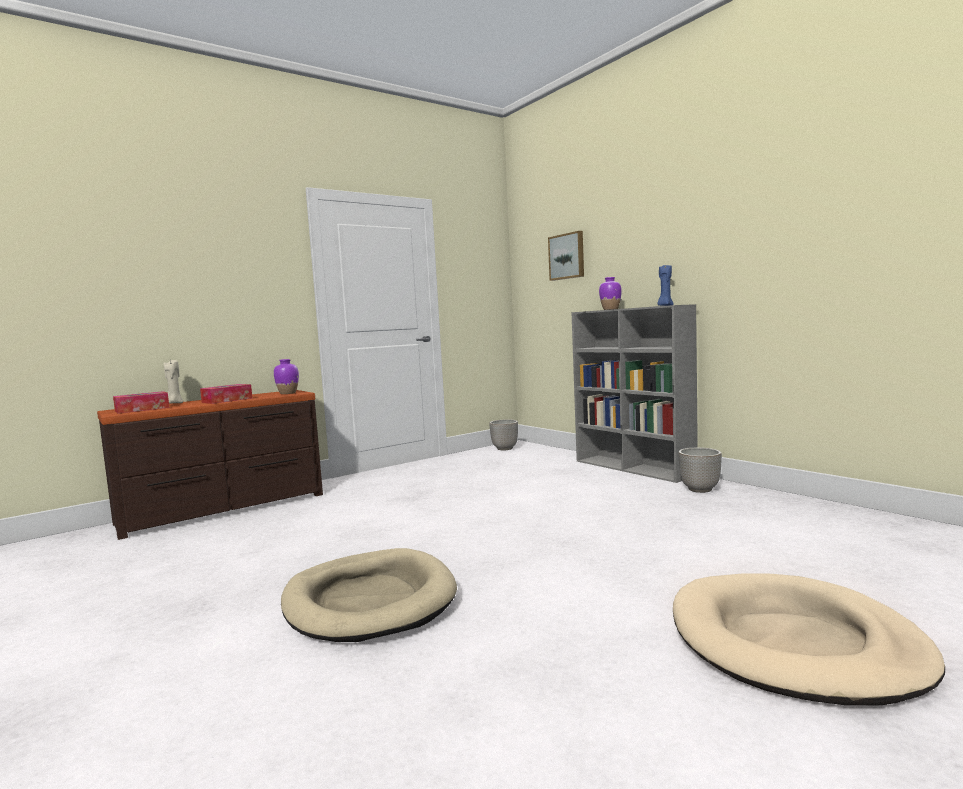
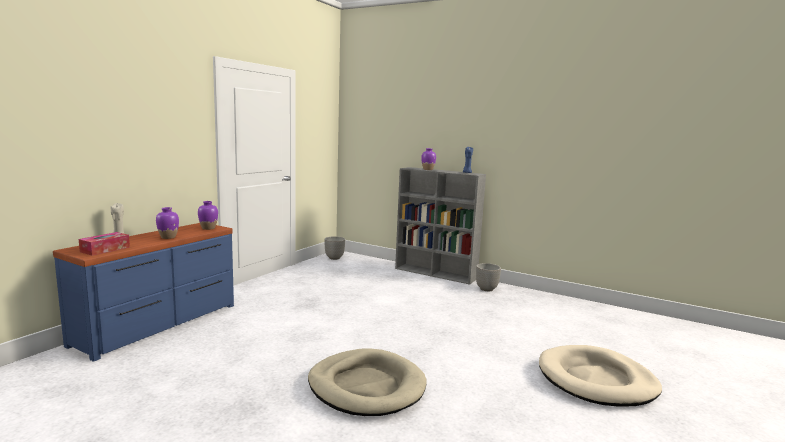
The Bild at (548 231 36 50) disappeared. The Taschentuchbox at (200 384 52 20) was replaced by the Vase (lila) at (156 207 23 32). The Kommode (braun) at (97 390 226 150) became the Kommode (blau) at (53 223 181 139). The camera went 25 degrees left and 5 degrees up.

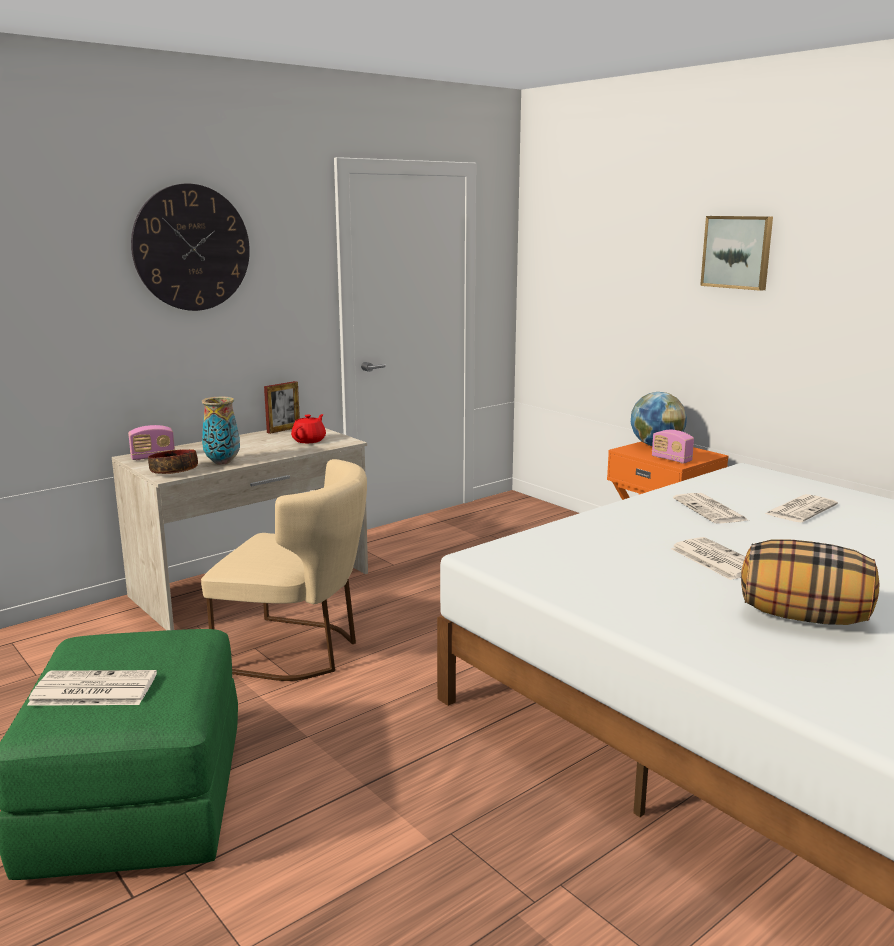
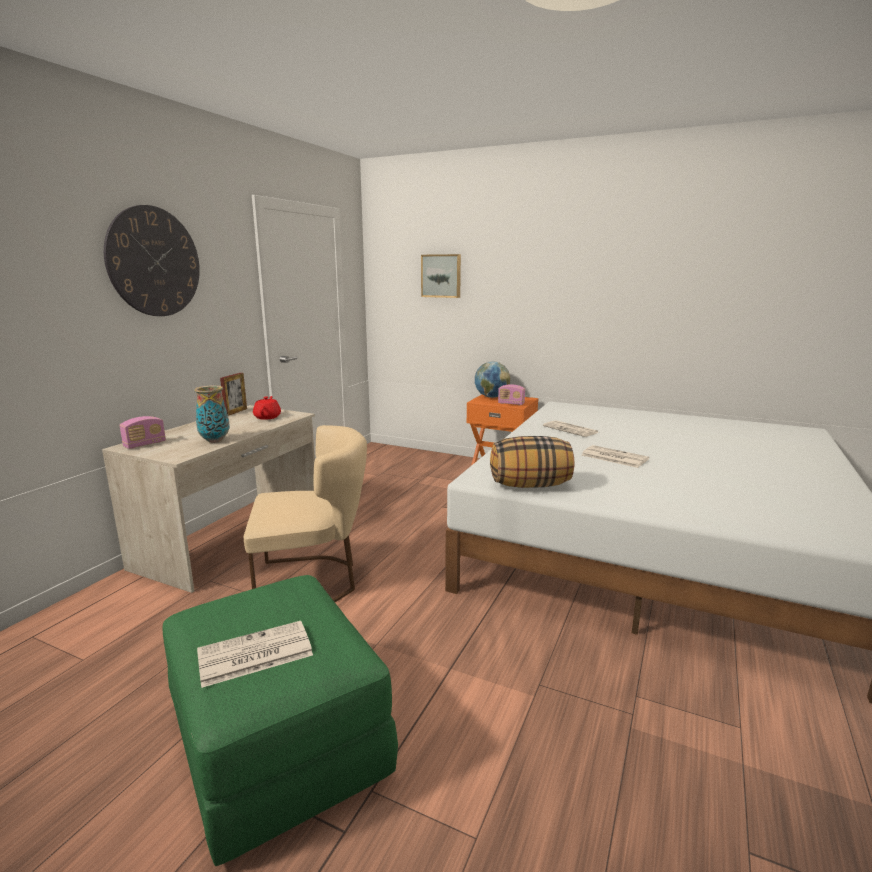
The Schüssel at (148 449 50 25) disappeared. The Zeitung at (765 494 73 28) disappeared. The Bild moved from (700 216 73 75) to (421 254 40 44). The Kissen moved from (741 540 138 85) to (490 436 84 52). The camera went 25 degrees left and 0 degrees up.

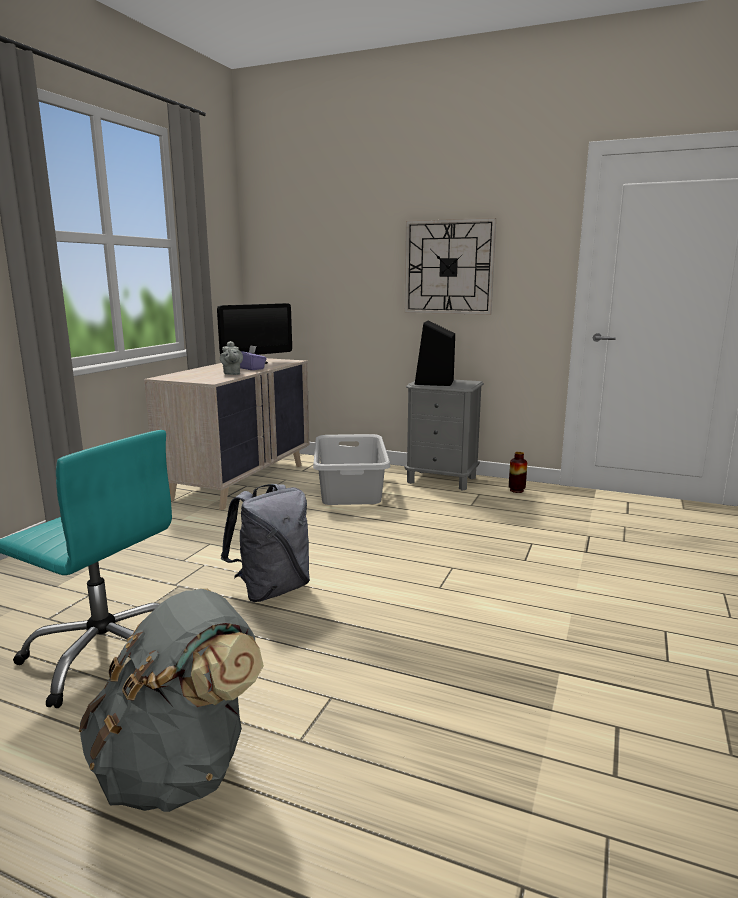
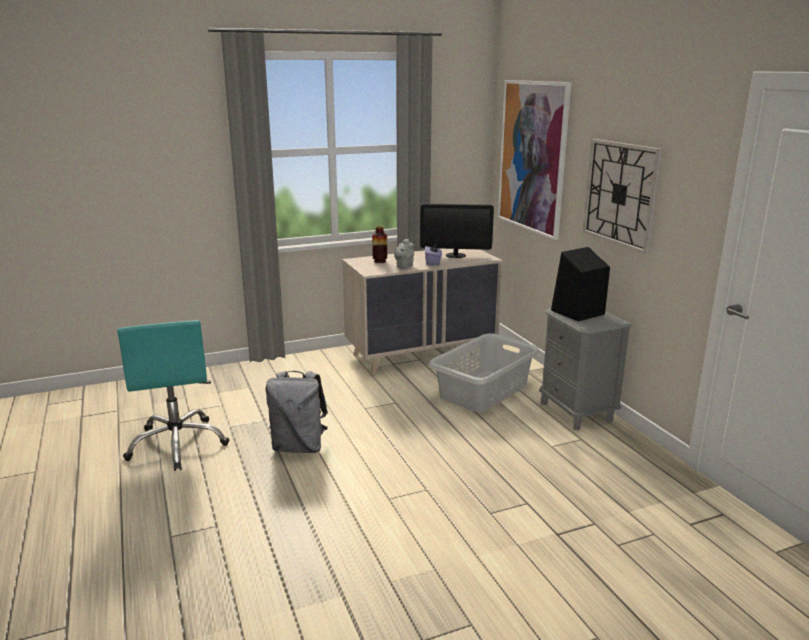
The Rucksack (grau) at (79 588 185 224) disappeared. The Bild at (498 80 73 160) appeared. The Vase moved from (509 452 18 41) to (372 226 15 37). The camera went 45 degrees right and 5 degrees up.

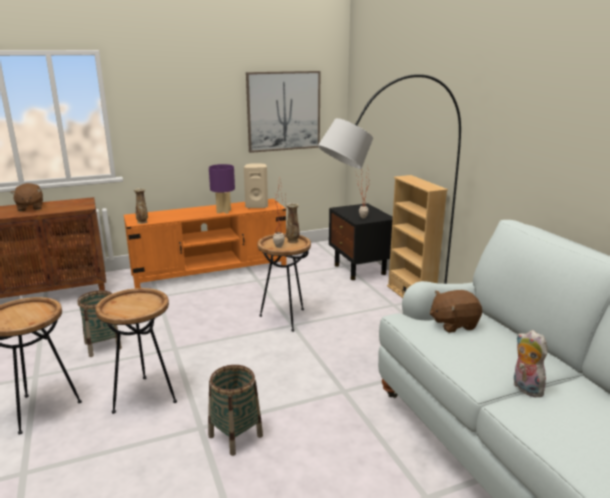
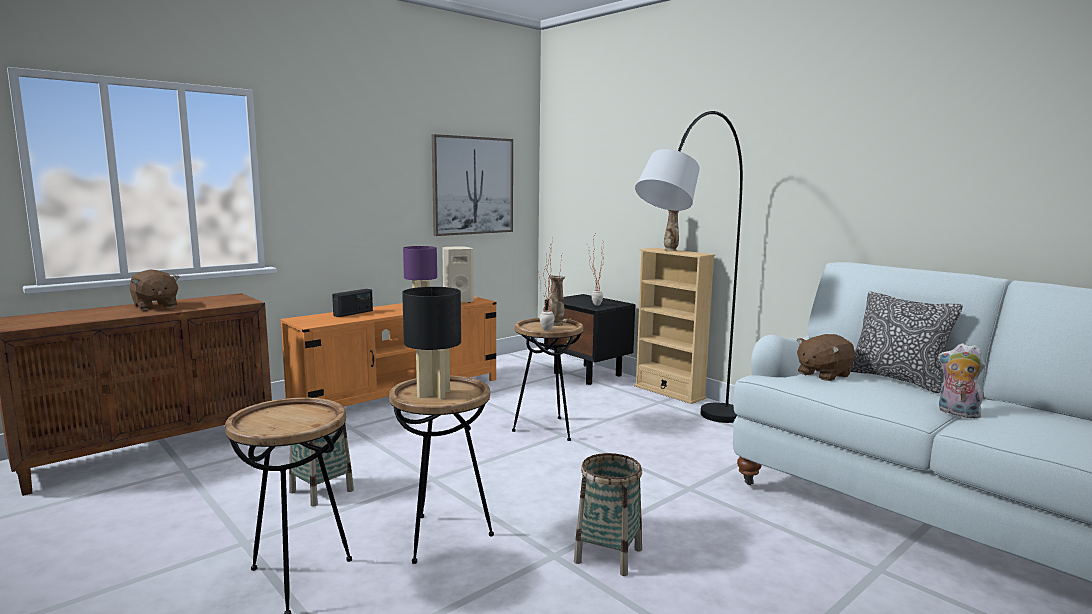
The Radio at (332 289 41 28) appeared. The Tischlampe (schwarz) at (402 287 59 112) appeared. The Kissen at (850 291 113 102) appeared. The Vase moved from (134 188 14 36) to (664 210 15 41). The camera went 20 degrees left and 10 degrees down.

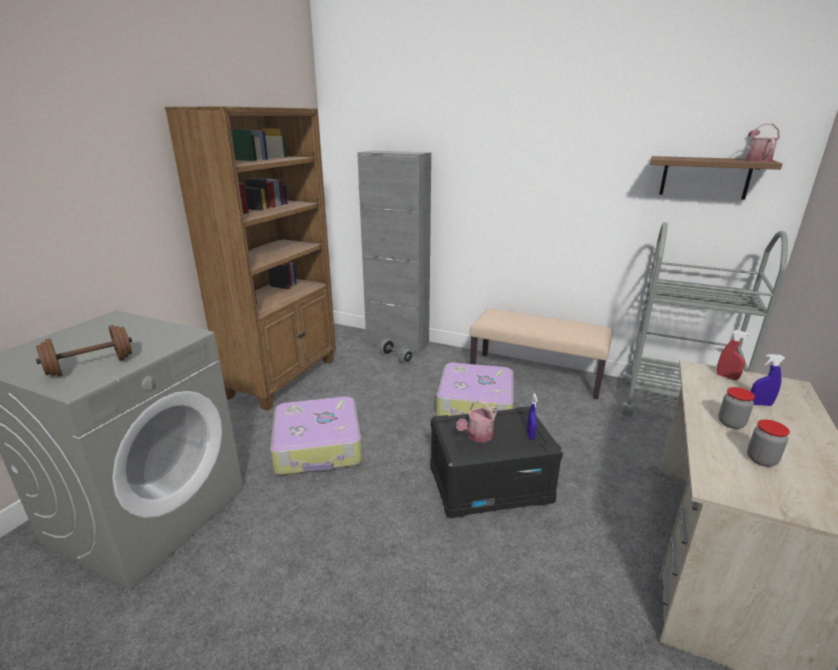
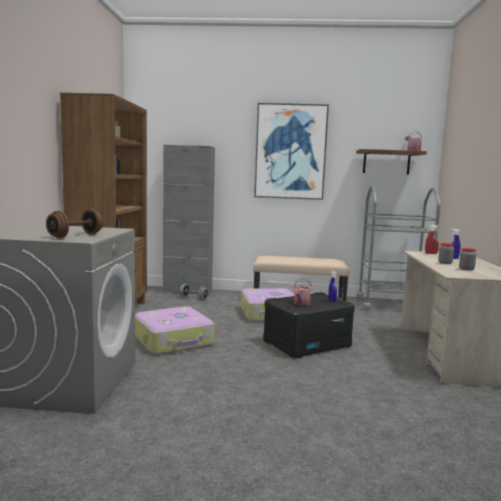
The Bild at (254 103 75 97) appeared. The camera went 20 degrees left and 15 degrees down.

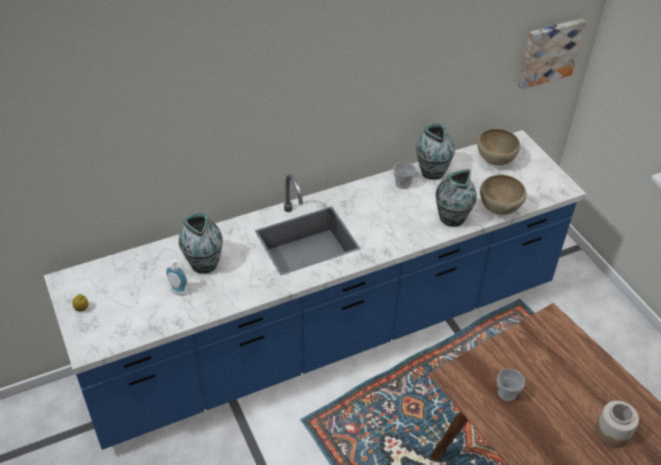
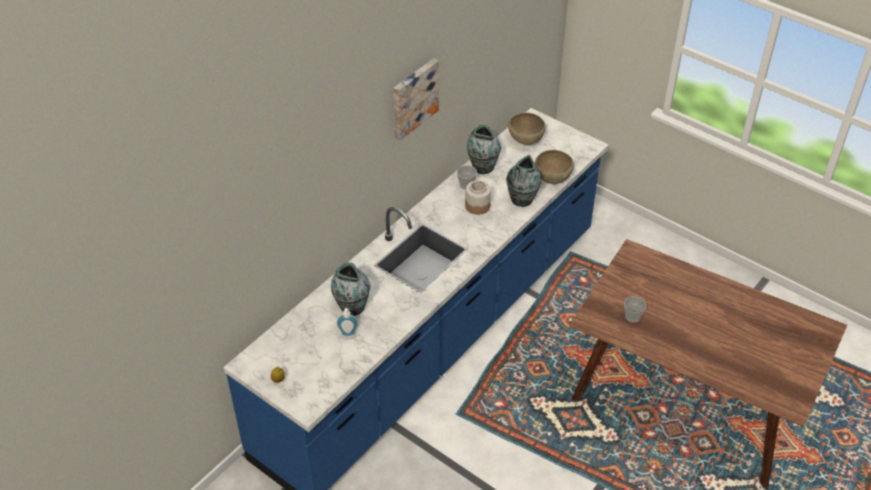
The Bild moved from (518 18 68 71) to (393 58 46 82). The Vorratsglas moved from (595 401 44 47) to (465 181 26 34). The camera went 25 degrees left and 0 degrees up.

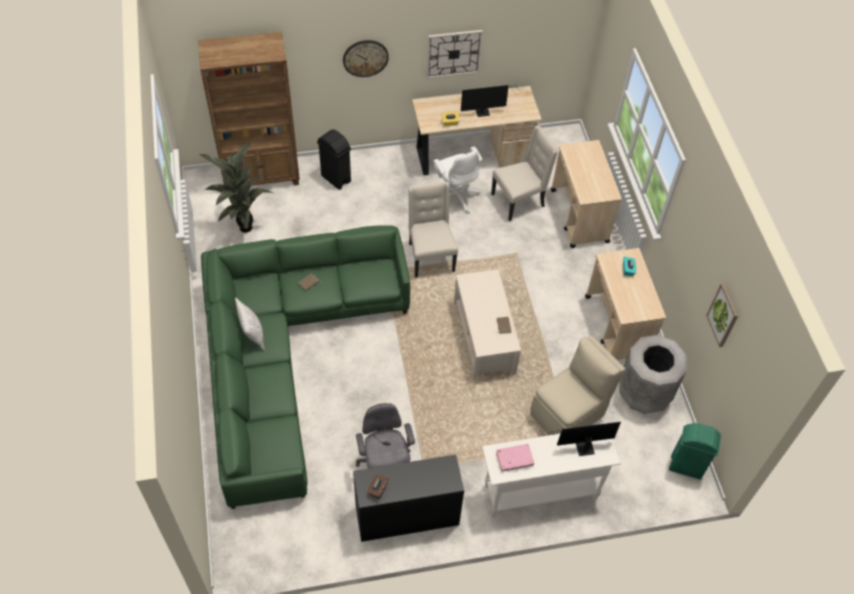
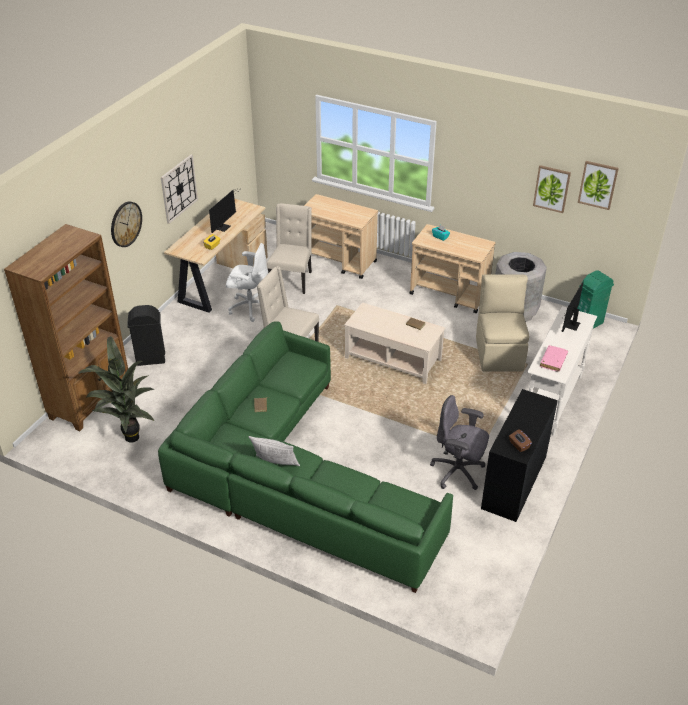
The Bild at (578 161 41 49) appeared. The camera went 50 degrees left and 15 degrees down.

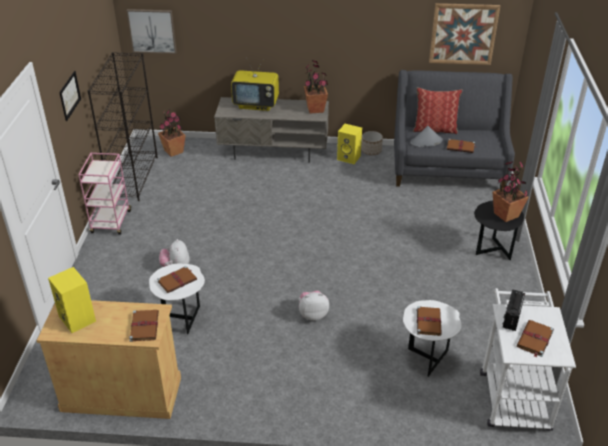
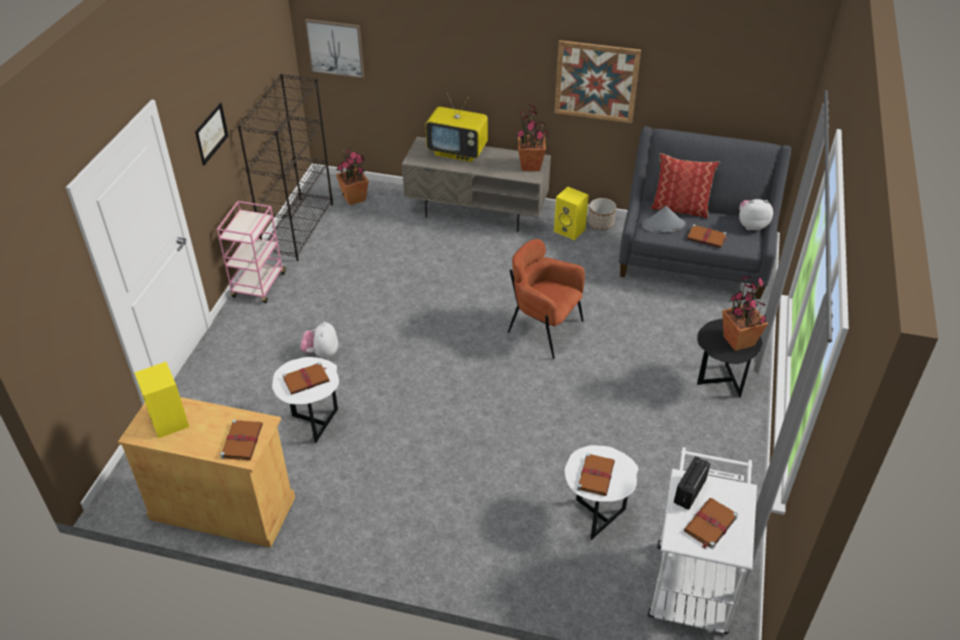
The Sessel (braun) at (508 239 77 120) appeared. The Plüschtier moved from (299 291 30 30) to (739 199 34 31). The Bild moved from (429 3 71 62) to (554 40 87 83). The camera went 10 degrees right and 5 degrees up.

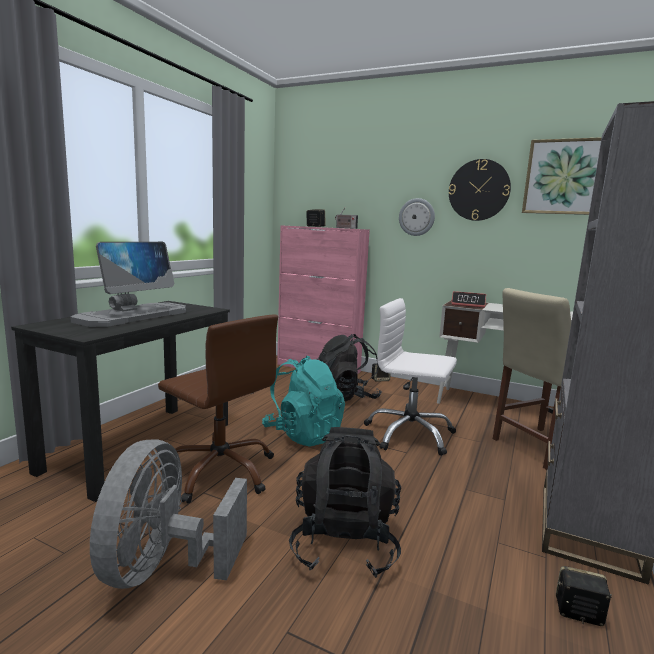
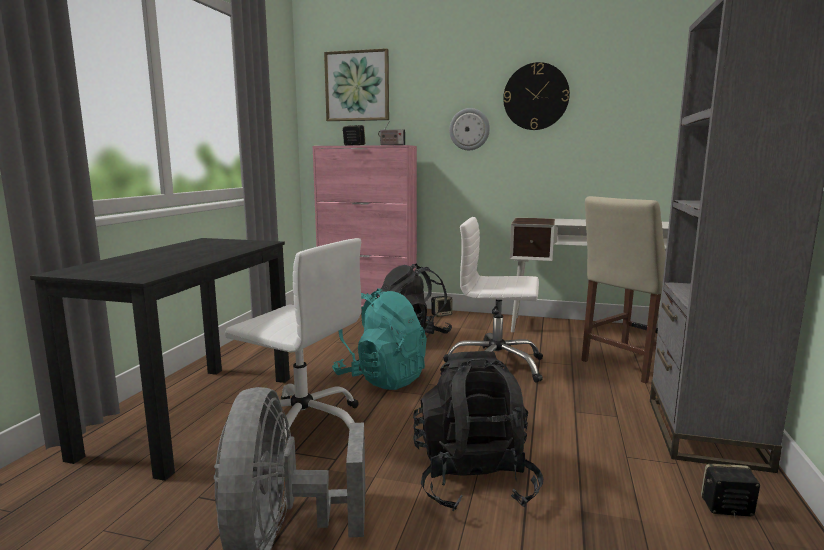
The Monitor at (70 242 116 85) disappeared. The Wecker at (451 291 35 17) disappeared. The Bild moved from (522 137 80 78) to (324 48 65 73). The Bürostuhl (braun) at (158 314 120 190) became the Bürostuhl (weiß) at (225 238 140 205). The camera went 10 degrees left and 0 degrees up.

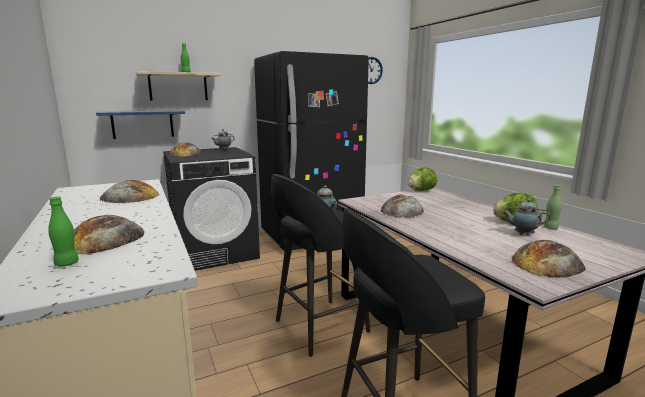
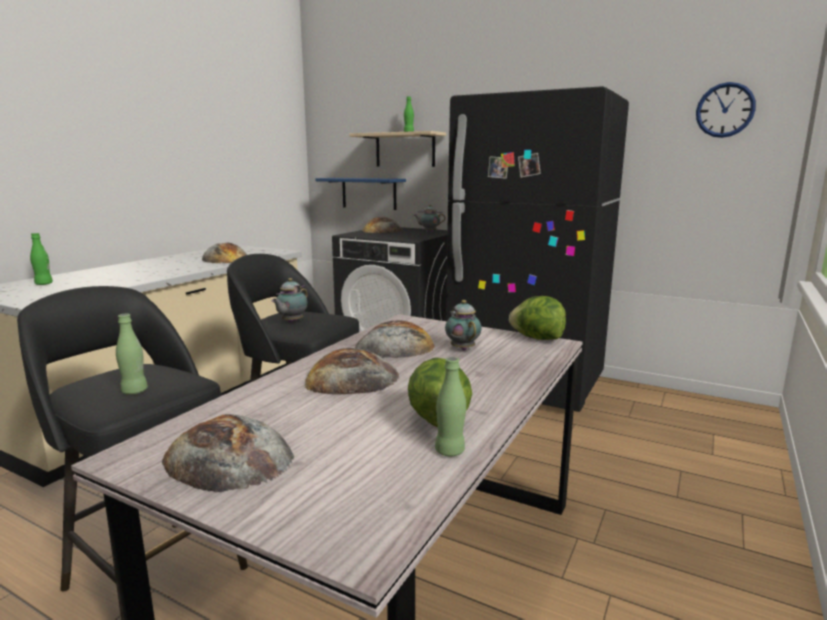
The Flasche (grün) at (116 314 32 81) appeared. The Brot moved from (74 215 70 39) to (305 348 94 47). The Teekanne moved from (502 199 49 36) to (445 300 37 51). The camera went 55 degrees right and 0 degrees up.

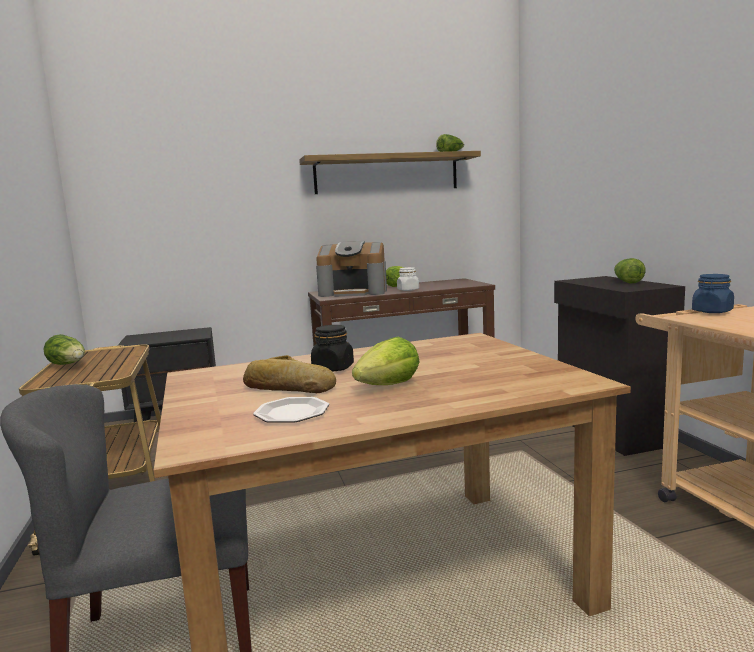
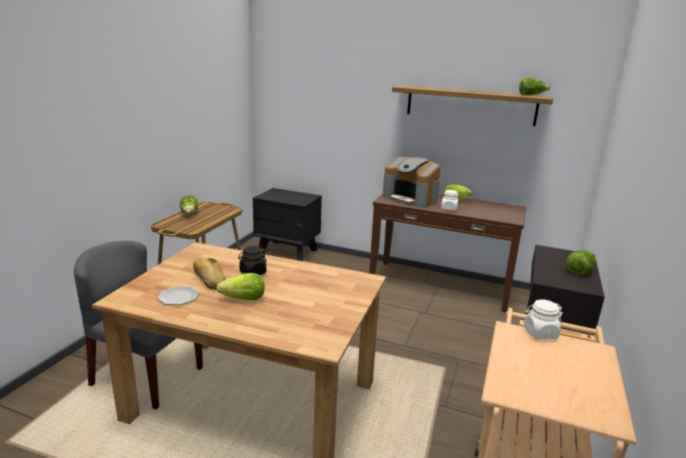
The Vorratsglas (blau) at (692 274 42 39) became the Vorratsglas (weiß) at (524 299 39 40). The camera went 35 degrees right and 10 degrees up.

